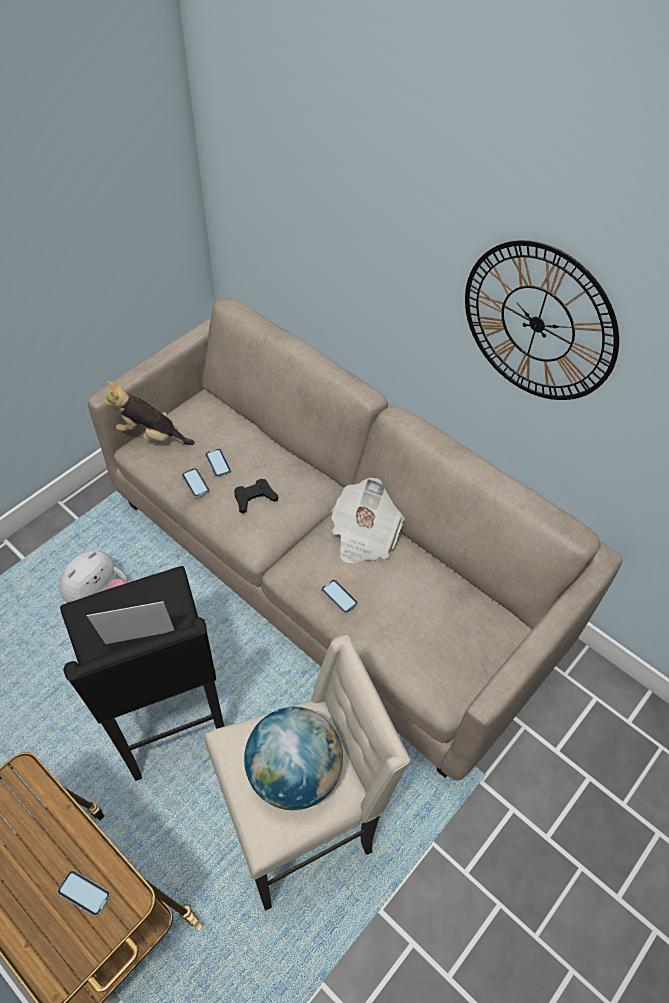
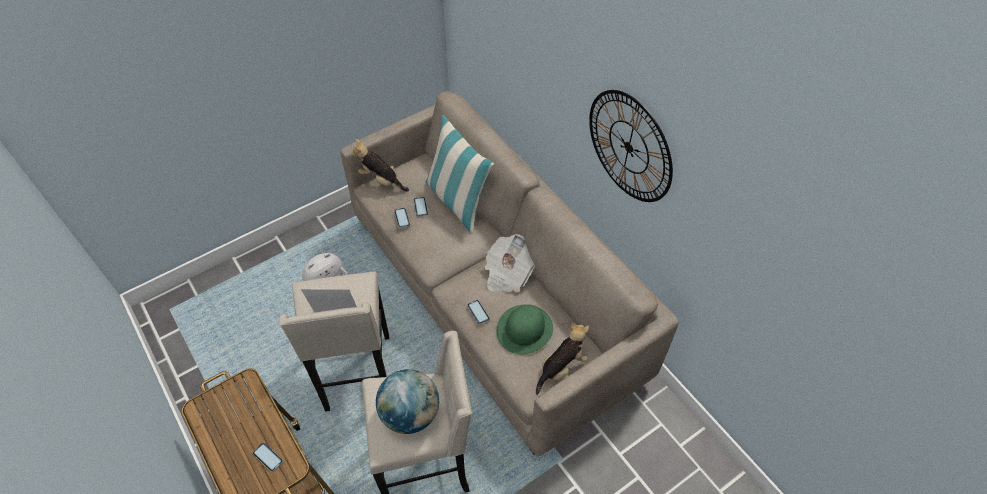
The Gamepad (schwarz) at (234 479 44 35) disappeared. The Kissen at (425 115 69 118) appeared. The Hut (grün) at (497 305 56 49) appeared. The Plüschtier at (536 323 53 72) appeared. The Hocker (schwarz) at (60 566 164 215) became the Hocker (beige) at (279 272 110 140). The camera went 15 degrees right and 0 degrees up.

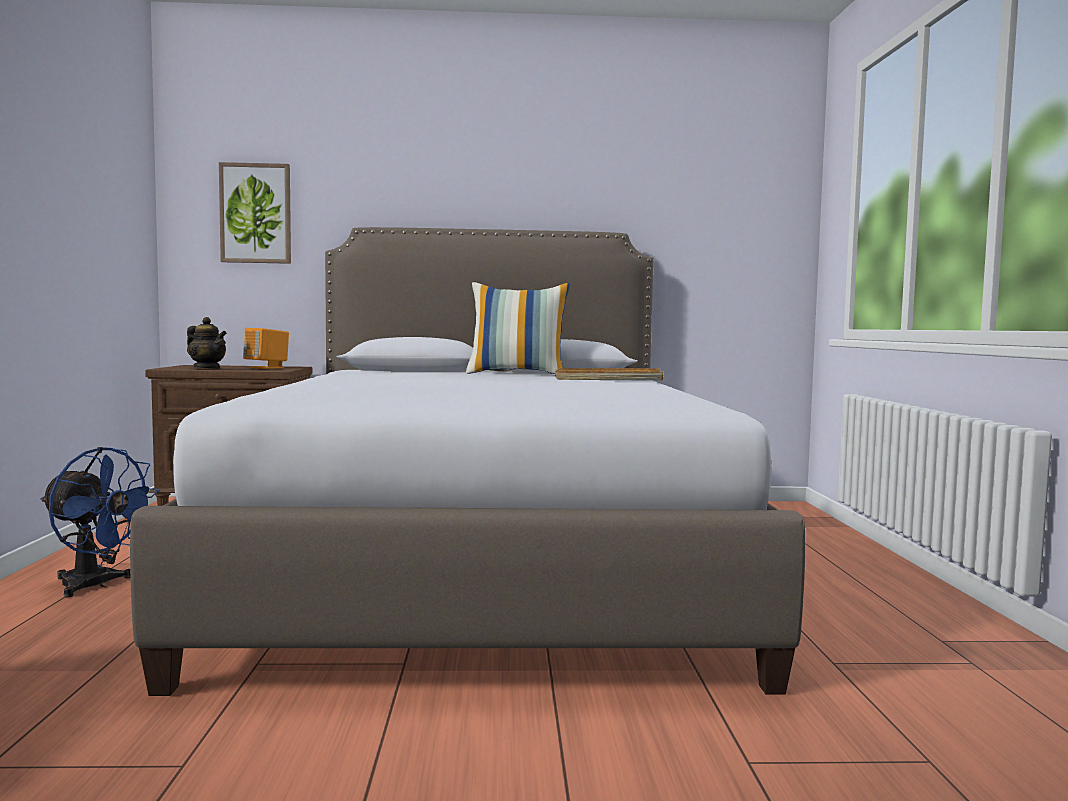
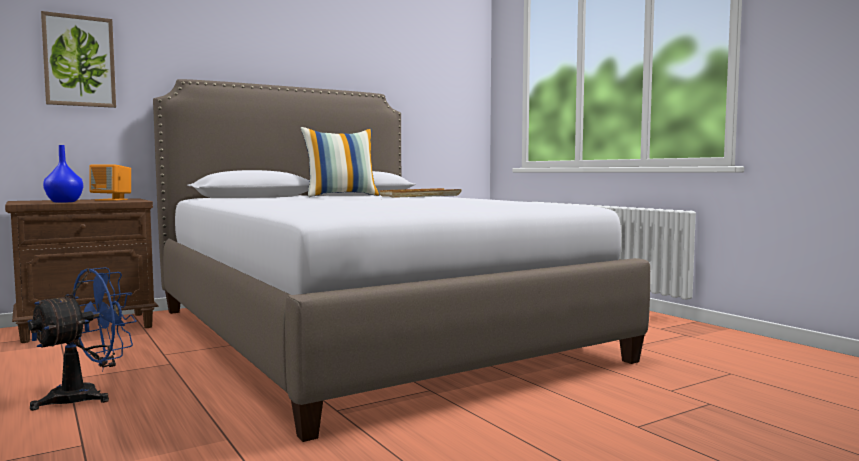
The Teekanne at (187 317 40 52) was replaced by the Vase (blau) at (43 145 40 58). The Ventilator (blau) at (40 447 120 151) turned 45 degrees counterclockwise. The camera went 30 degrees left and 0 degrees up.

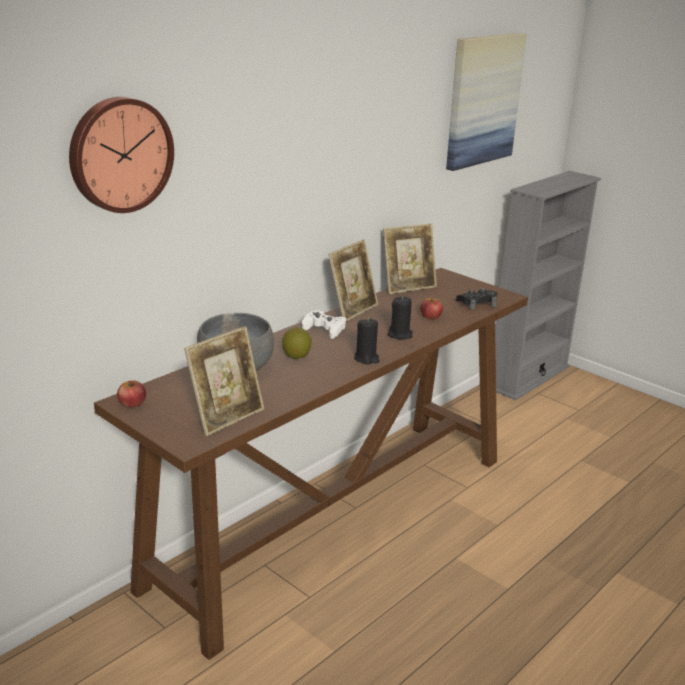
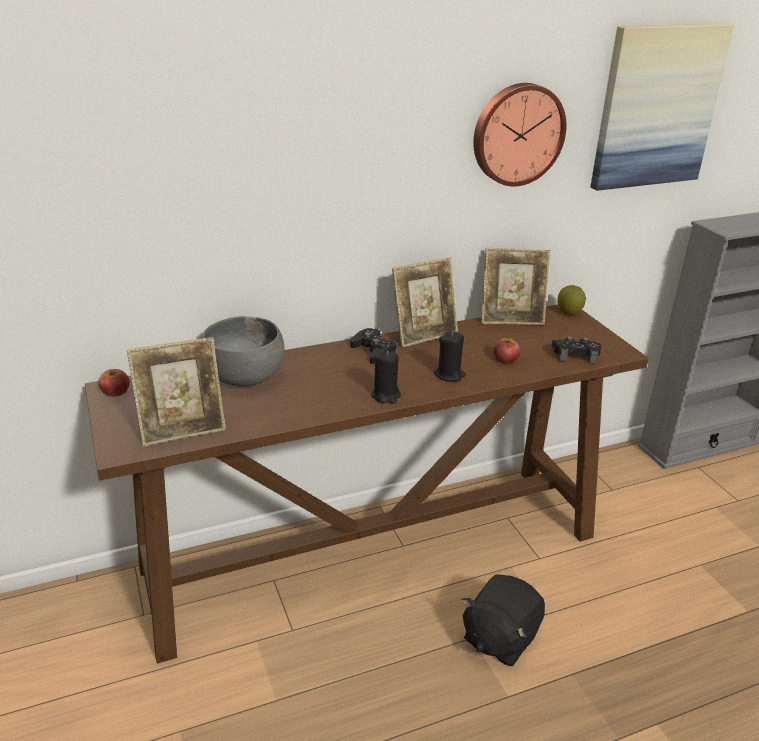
The Plüschtier (schwarz) at (462 574 83 92) appeared. The Wanduhr moved from (69 97 105 116) to (473 83 94 103). The Apfel moved from (282 327 30 32) to (557 285 29 30). The Gamepad (weiß) at (302 310 44 29) became the Gamepad (schwarz) at (351 328 46 36). The camera went 25 degrees right and 5 degrees up.

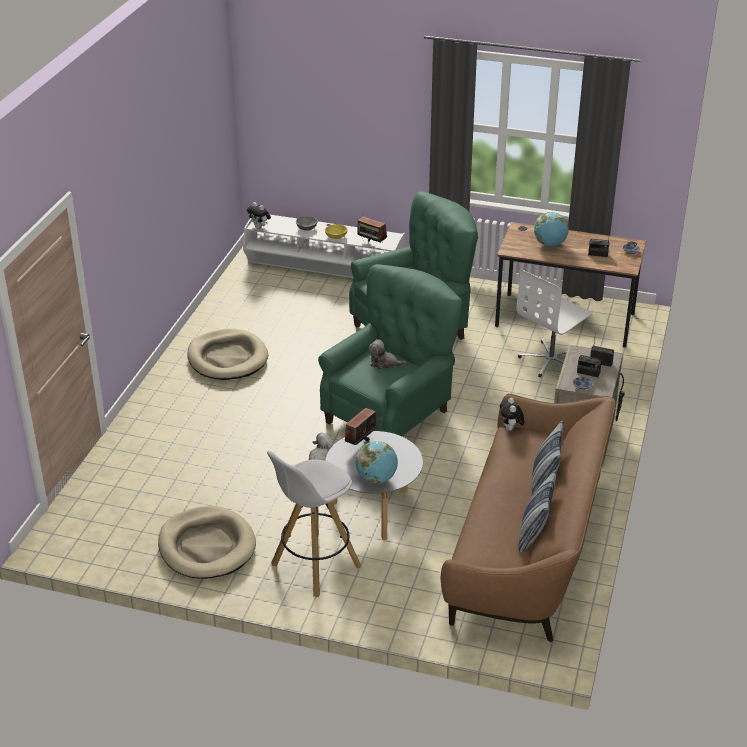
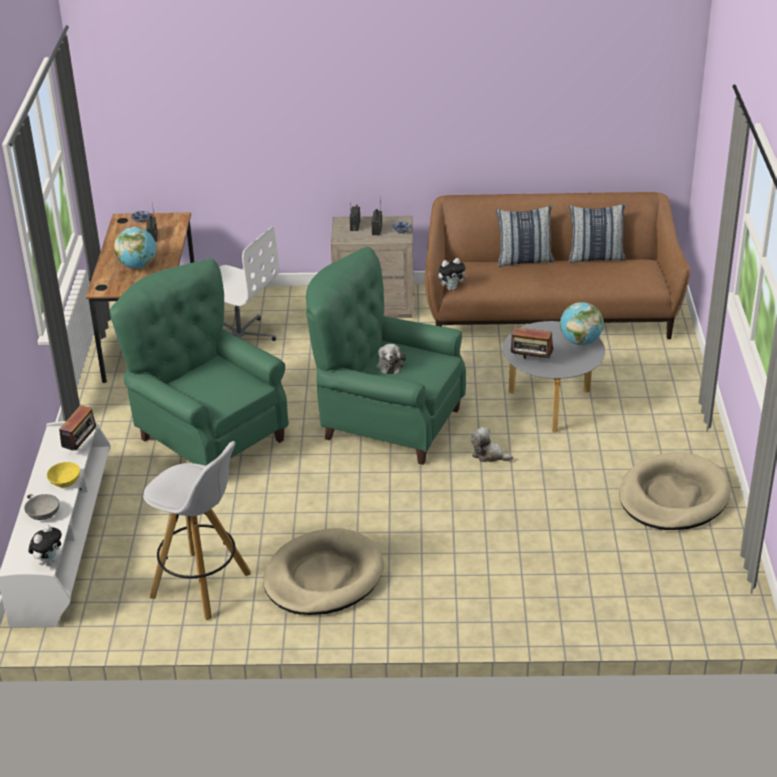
The Hocker (weiß) moved from (267 451 94 146) to (143 441 108 179). The camera went 105 degrees left and 0 degrees up.

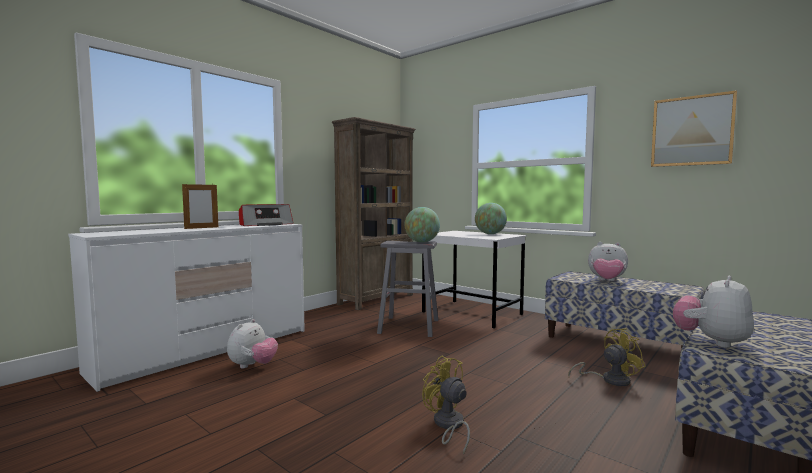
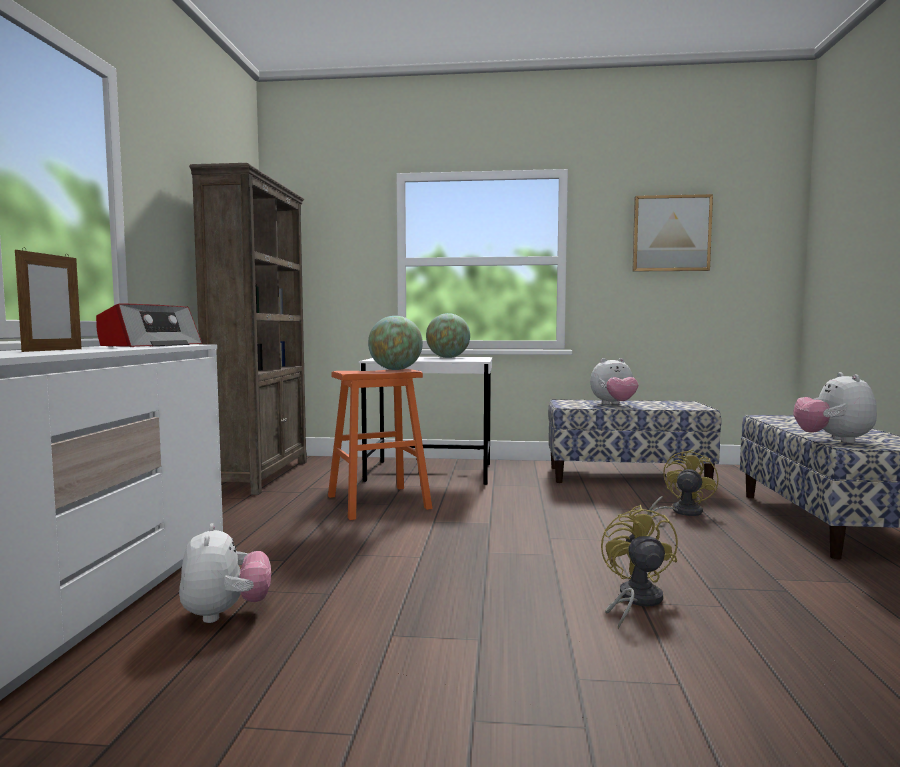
The Hocker (grau) at (377 241 61 96) became the Hocker (orange) at (328 369 104 151). The Ventilator (gelb) at (422 356 48 99) turned 75 degrees clockwise. The camera went 35 degrees left and 0 degrees up.

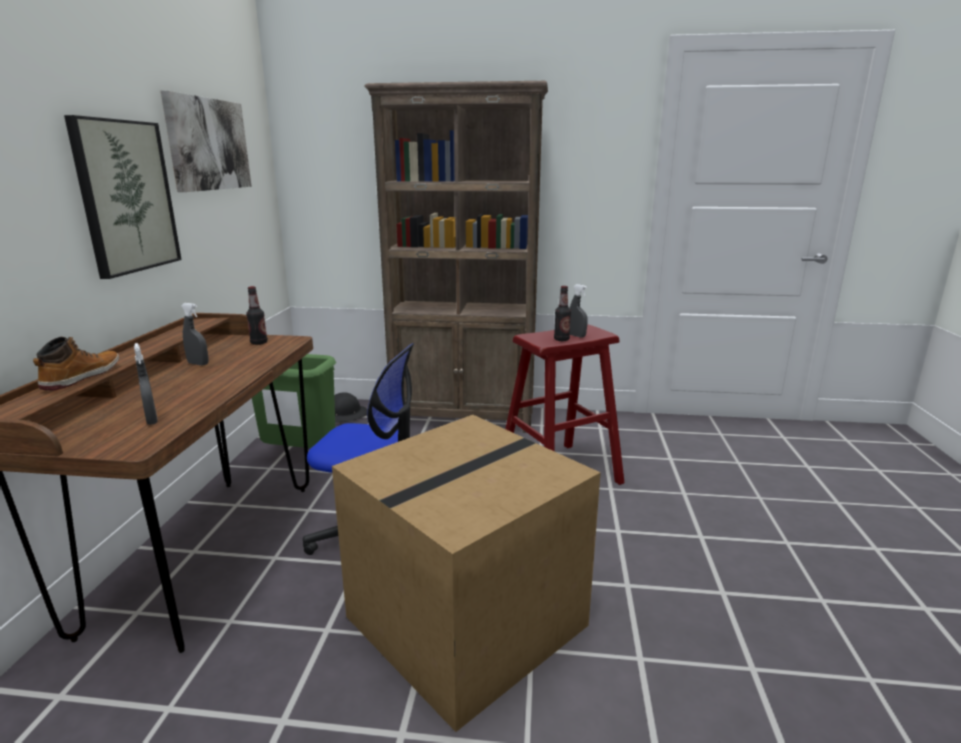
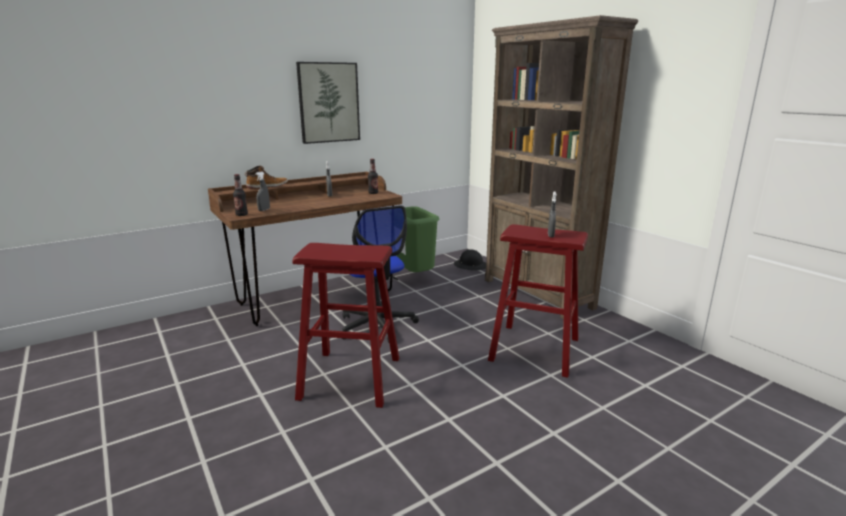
The Bild at (161 91 91 101) disappeared. The Flasche moved from (554 286 17 55) to (233 174 15 42). The Karton at (332 415 269 317) was replaced by the Hocker (rot) at (293 243 106 165). The camera went 50 degrees right and 0 degrees up.

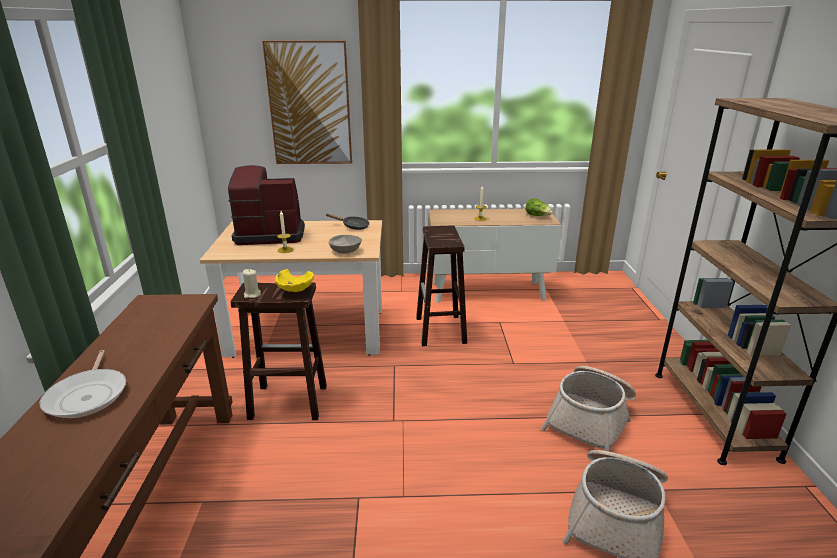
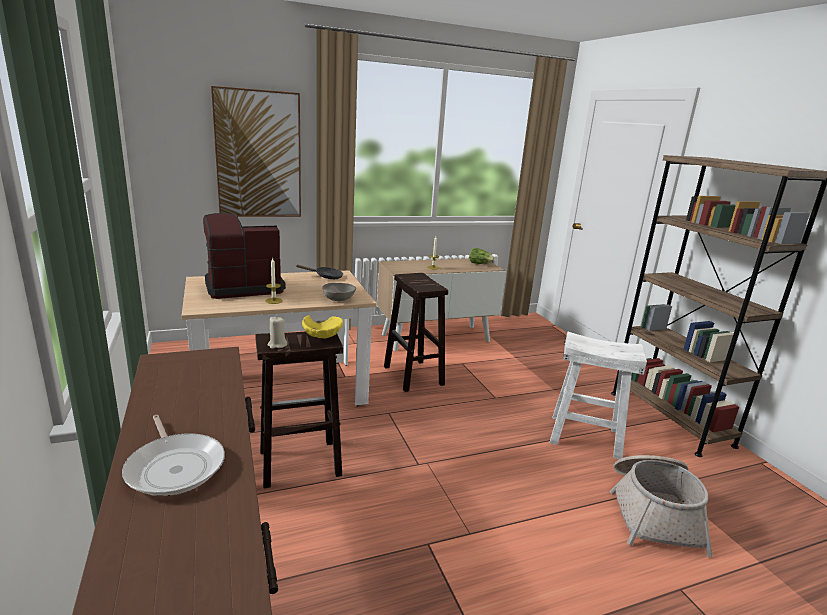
The Korb at (541 366 95 86) was replaced by the Hocker (weiß) at (550 331 97 128). The camera went 20 degrees left and 5 degrees down.

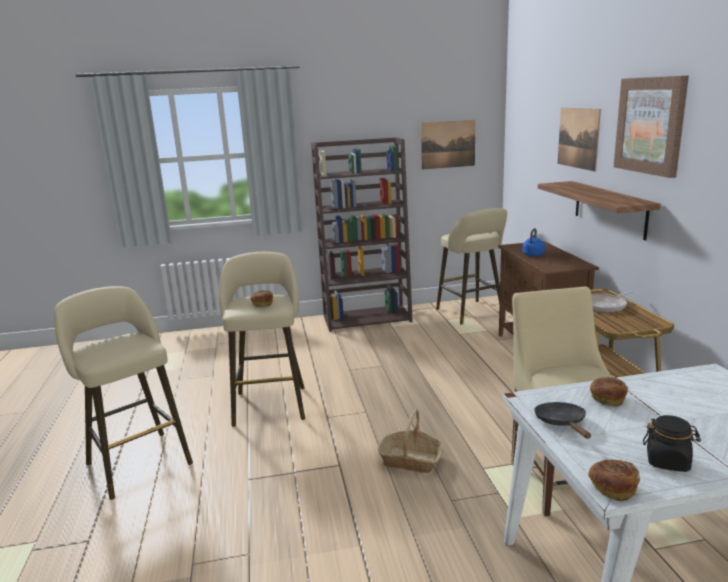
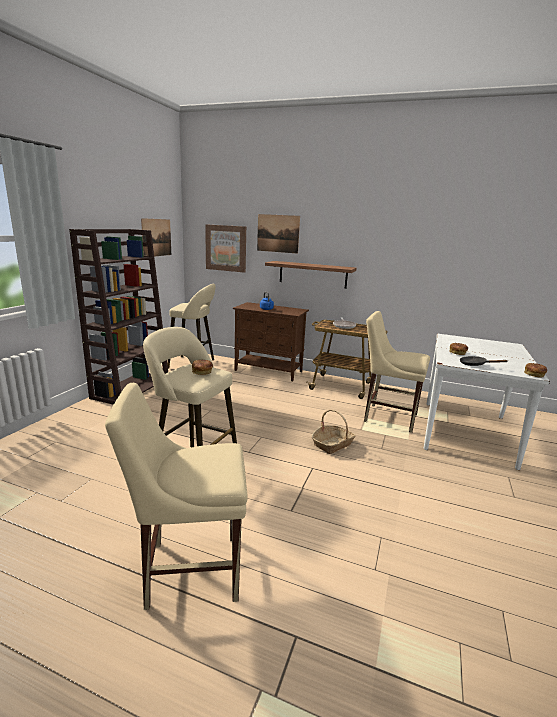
The Vorratsglas (schwarz) at (643 415 58 57) disappeared. The Bild moved from (614 75 75 103) to (205 224 41 49). The Hocker (beige) at (54 286 139 214) was replaced by the Stuhl (beige) at (105 383 143 227). The camera went 60 degrees left and 0 degrees up.

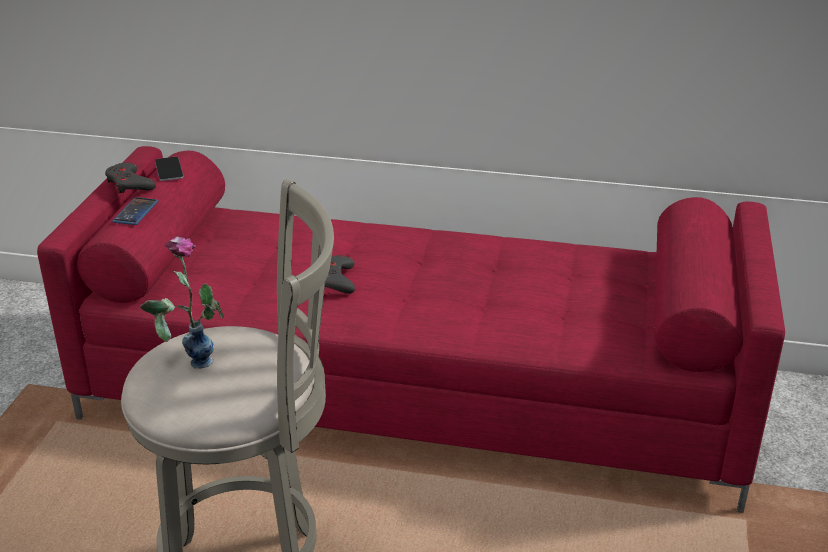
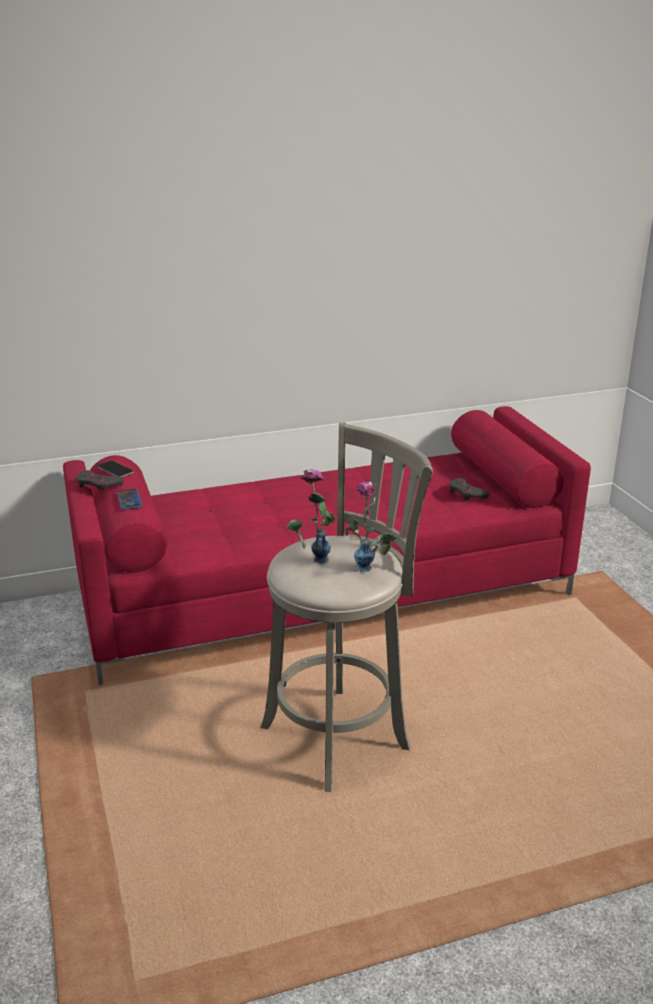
The Vase at (346 481 50 91) appeared. The Gamepad (grau) moved from (325 255 30 39) to (449 478 41 22). The camera went 30 degrees left and 5 degrees down.

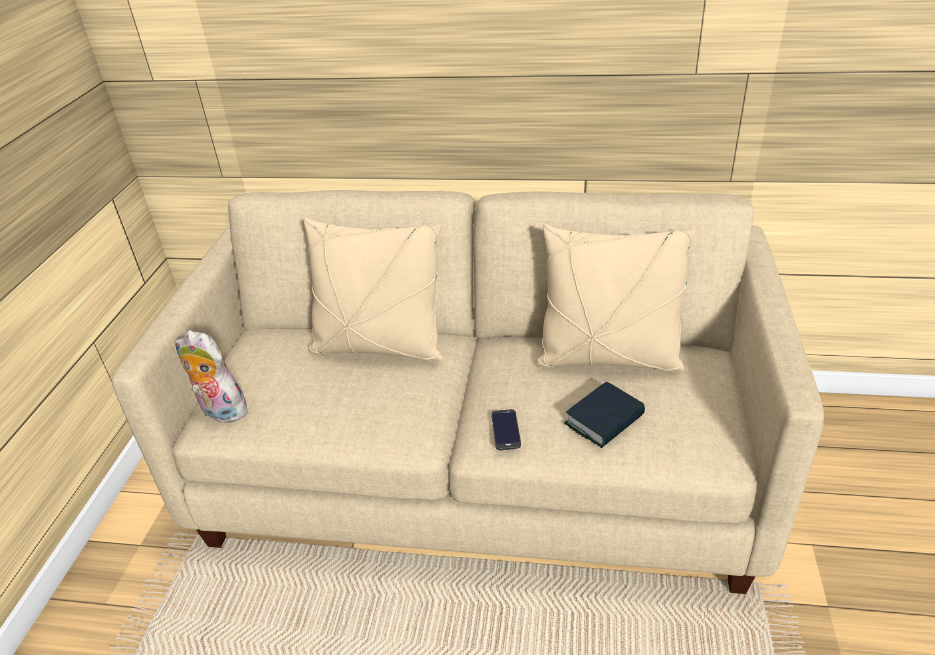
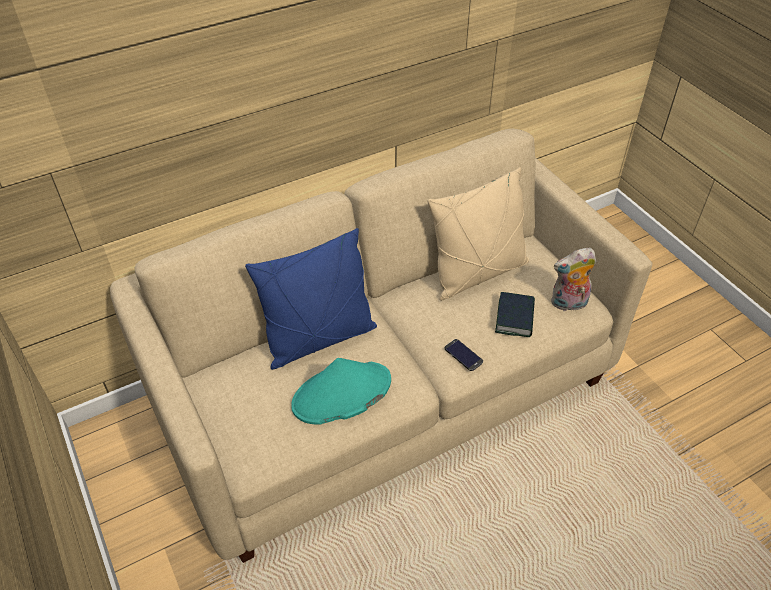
The Hut (türkis) at (291 358 100 67) appeared. The Plüschtier moved from (175 330 74 93) to (551 248 45 65). The Kissen (beige) at (304 217 139 144) became the Kissen (blau) at (245 228 132 142). The camera went 40 degrees left and 10 degrees up.

